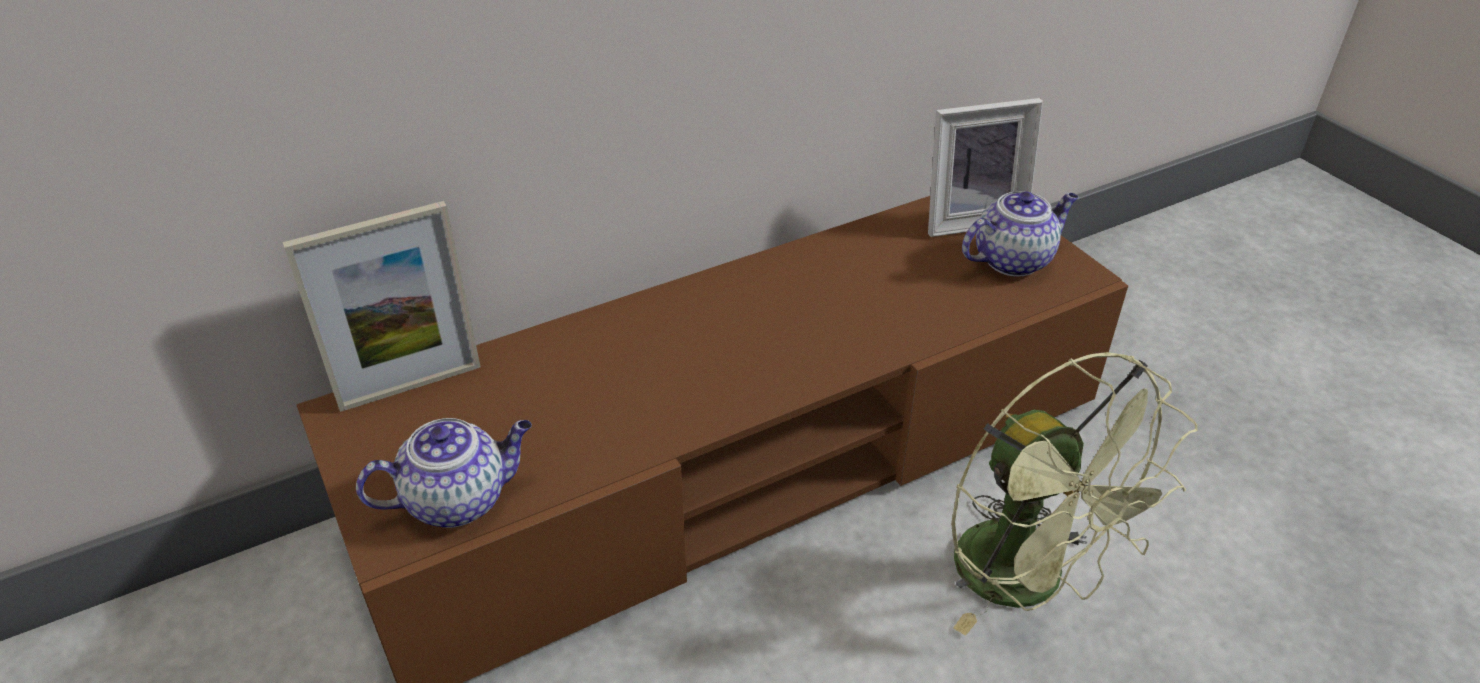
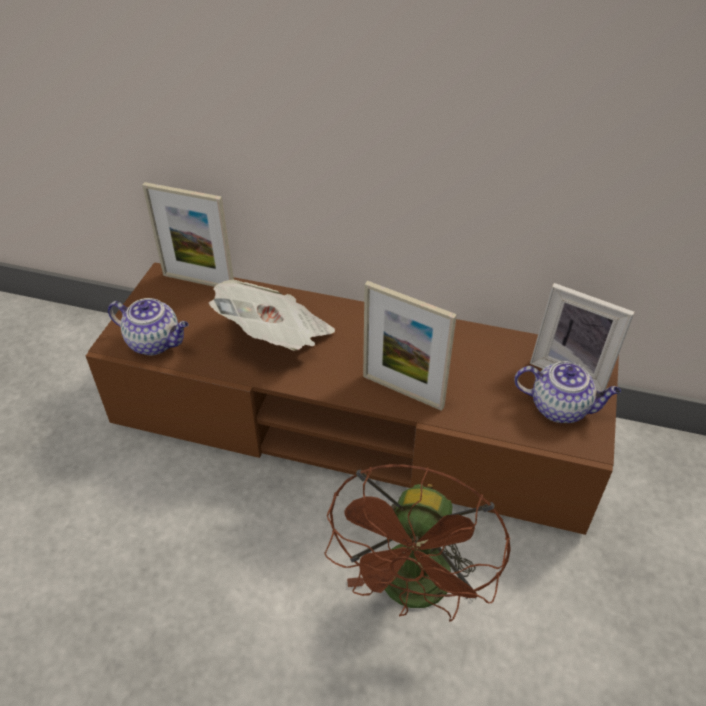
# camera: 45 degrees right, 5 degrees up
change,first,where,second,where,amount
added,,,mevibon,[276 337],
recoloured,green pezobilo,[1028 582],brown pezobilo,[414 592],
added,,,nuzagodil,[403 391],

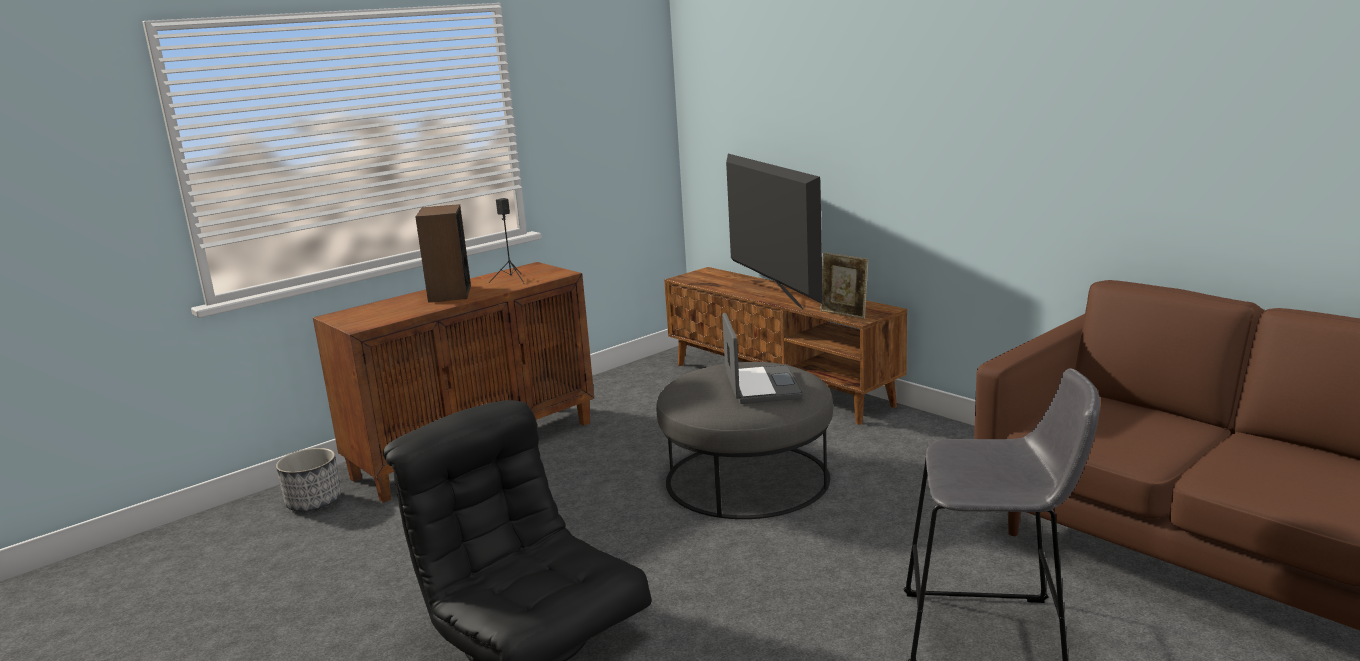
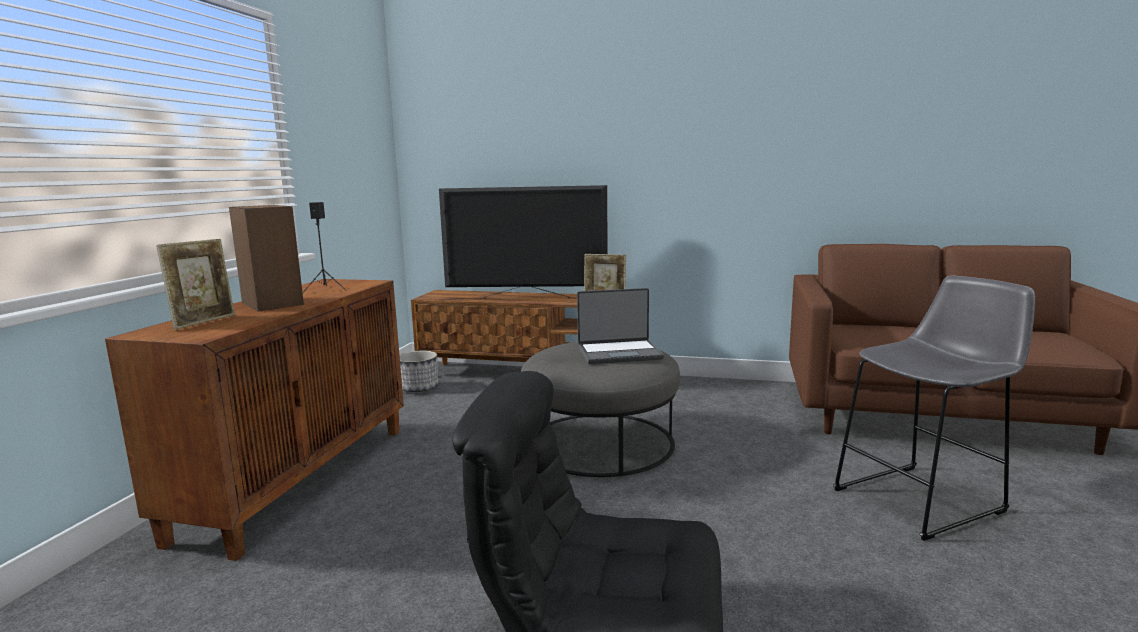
# camera: 35 degrees left, 5 degrees down
change,first,where,second,where,amount
added,,,nuzagodil,[204 322],
moved,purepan,[314 502],,[419 388],
turned,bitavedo,[772 295],,[526 299],150 degrees clockwise
turned,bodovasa,[761 386],,[619 353],120 degrees clockwise

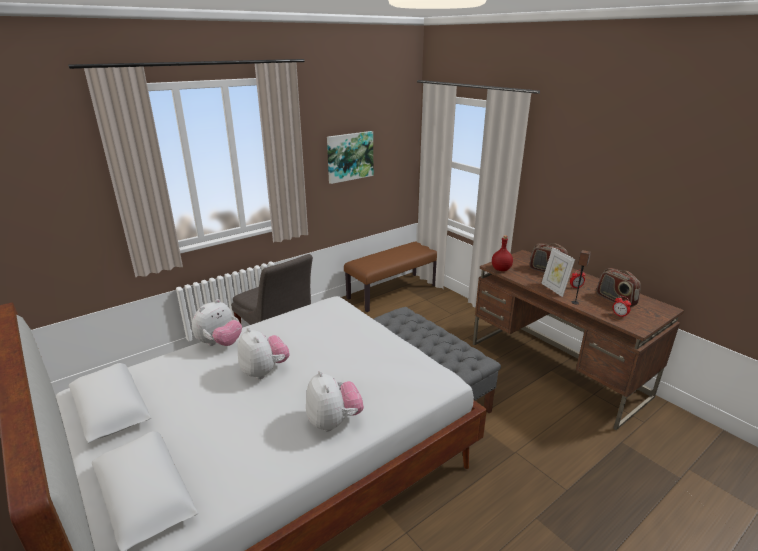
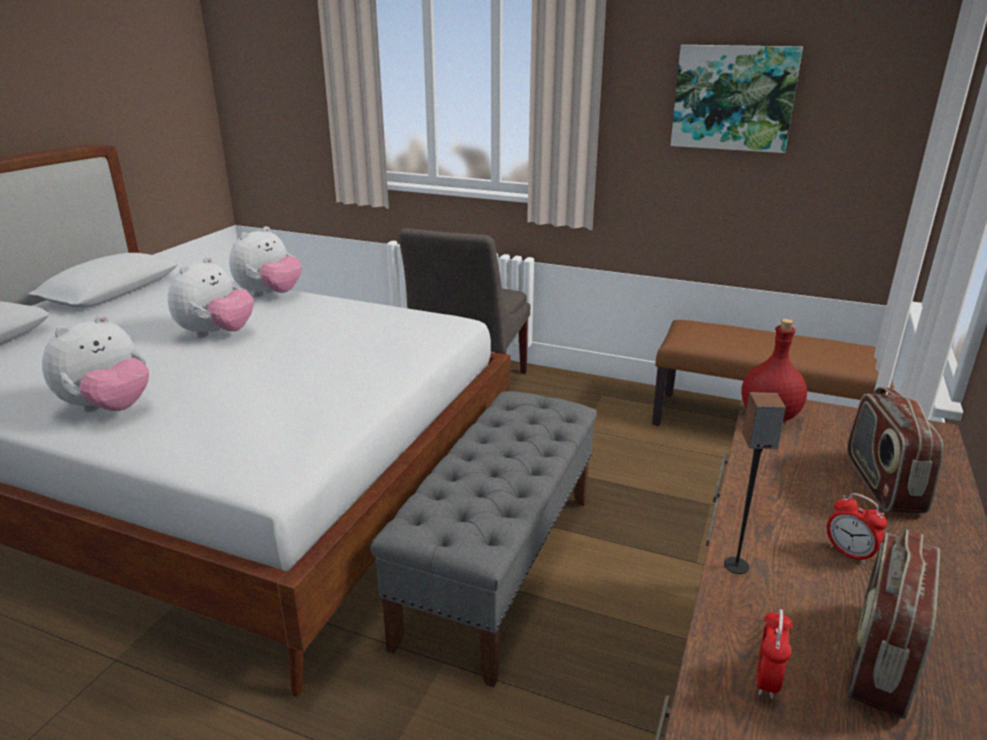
# camera: 60 degrees right, 0 degrees up
change,first,where,second,where,amount
turned,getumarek,[220 343],,[269 294],60 degrees counterclockwise
removed,nuzagodil,[554 289],,,

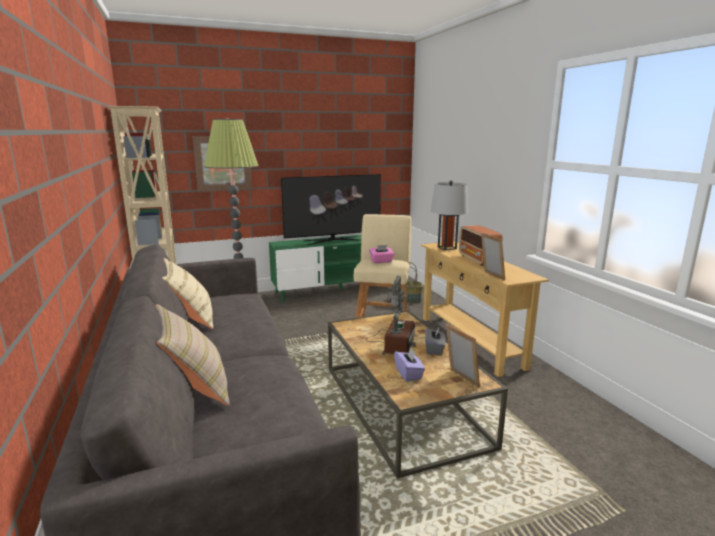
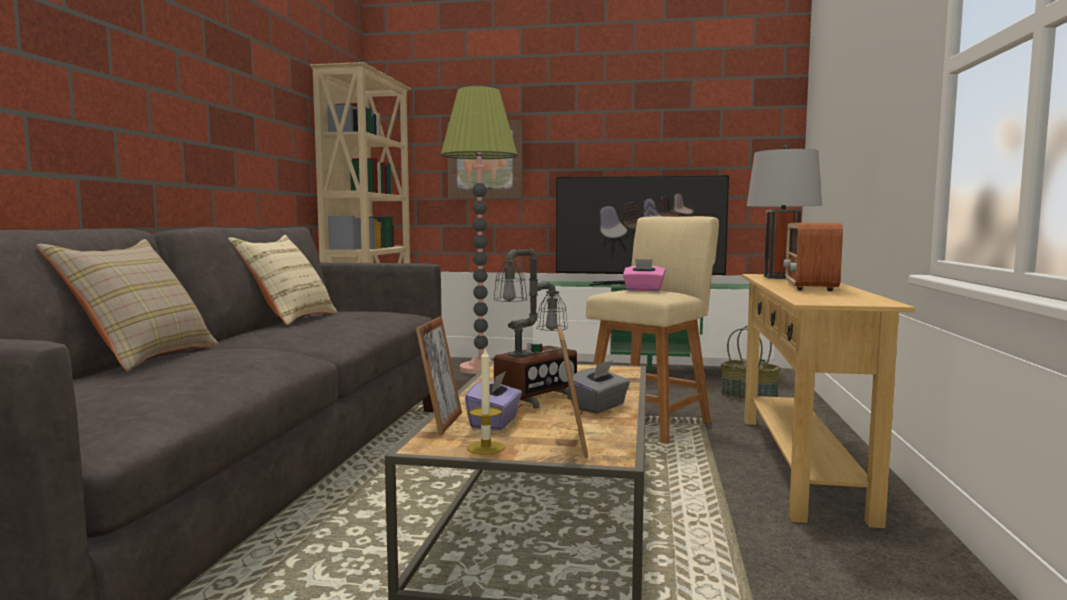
# camera: 30 degrees right, 10 degrees down
change,first,where,second,where,amount
moved,nuzagodil,[491 276],,[441 423],
added,,,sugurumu,[485 448],

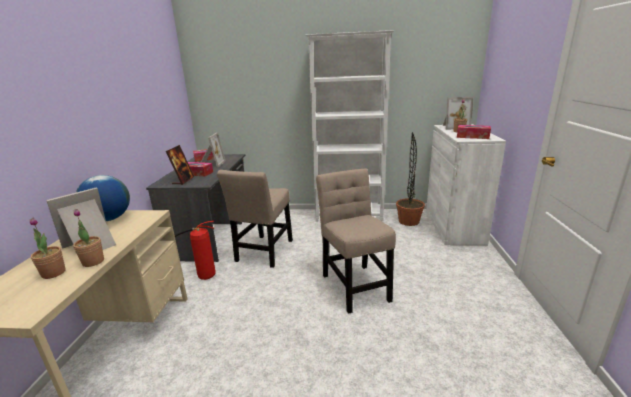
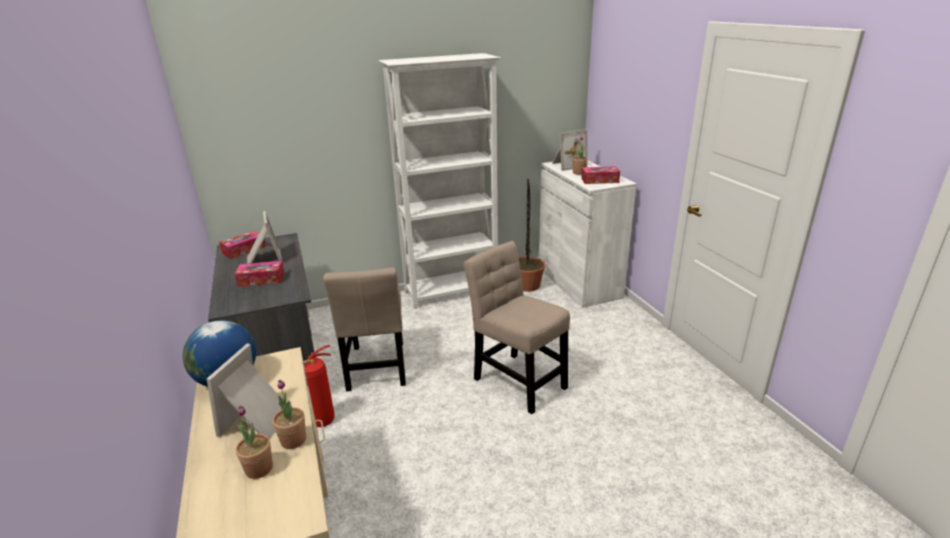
# camera: 25 degrees left, 5 degrees up
change,first,where,second,where,amount
removed,nuzagodil,[183 180],,,

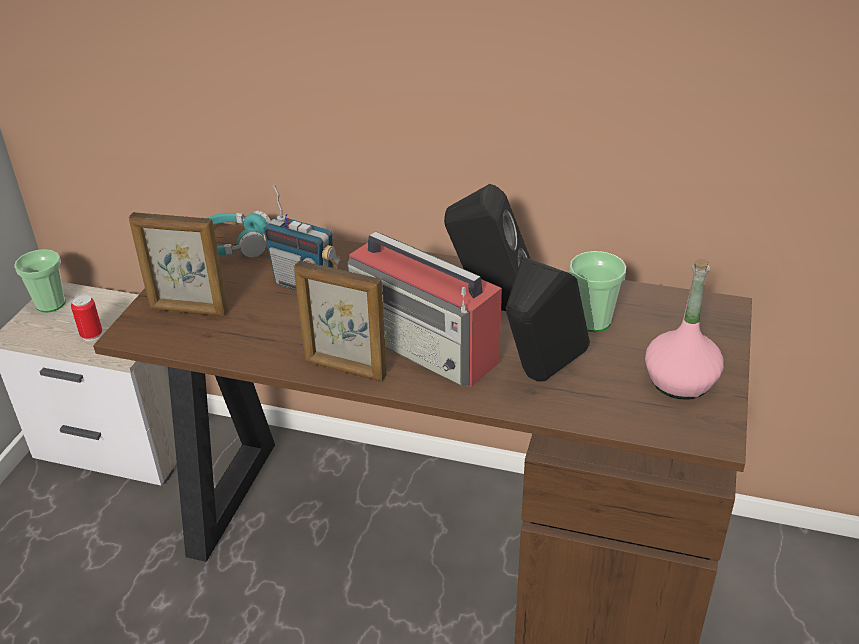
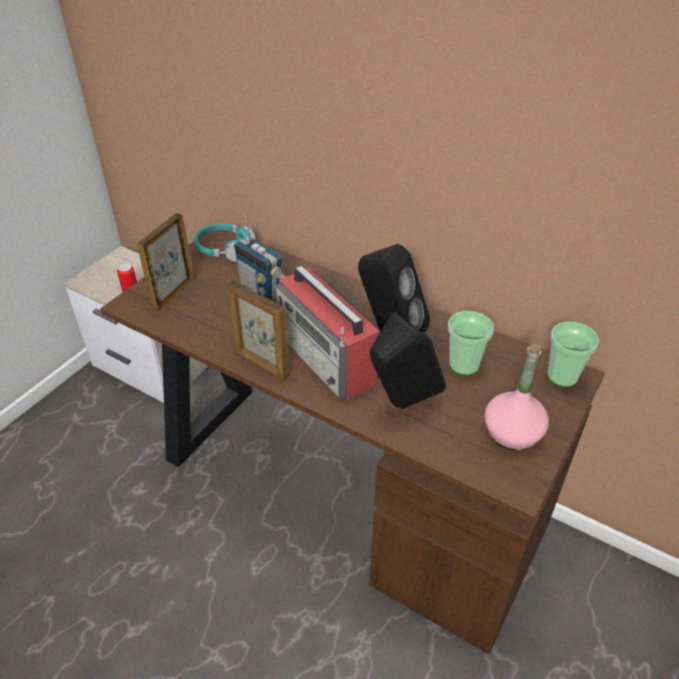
# camera: 15 degrees right, 5 degrees up
change,first,where,second,where,amount
turned,nuzagodil,[188 311],,[173 295],90 degrees clockwise
moved,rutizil,[50 304],,[562 376],

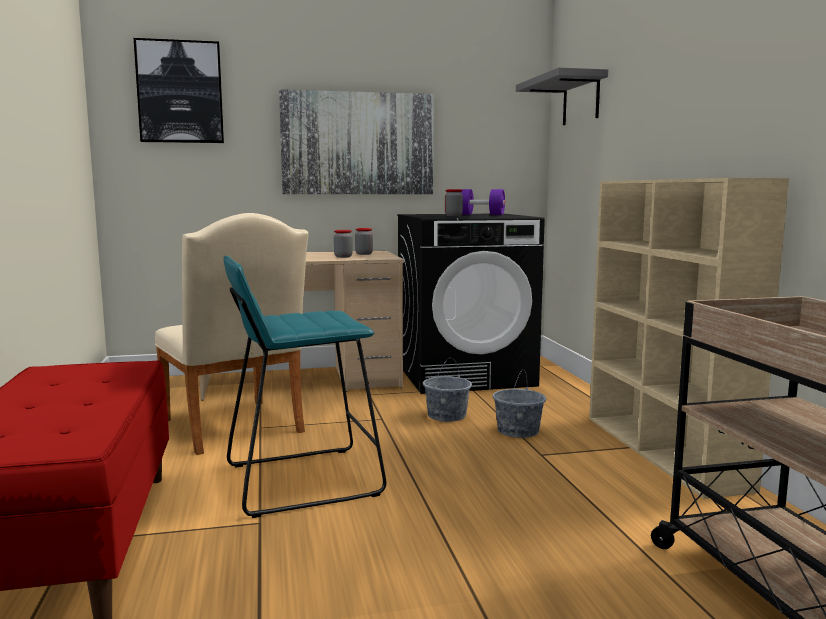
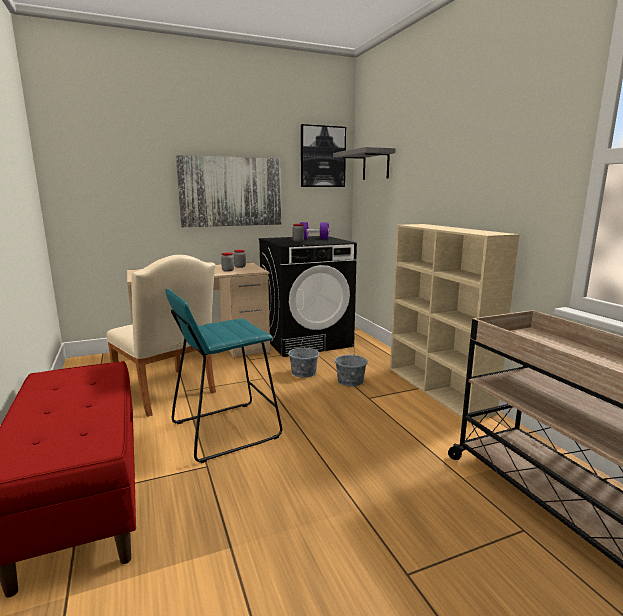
# camera: 10 degrees left, 5 degrees up
change,first,where,second,where,amount
moved,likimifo,[180 92],,[322 157],

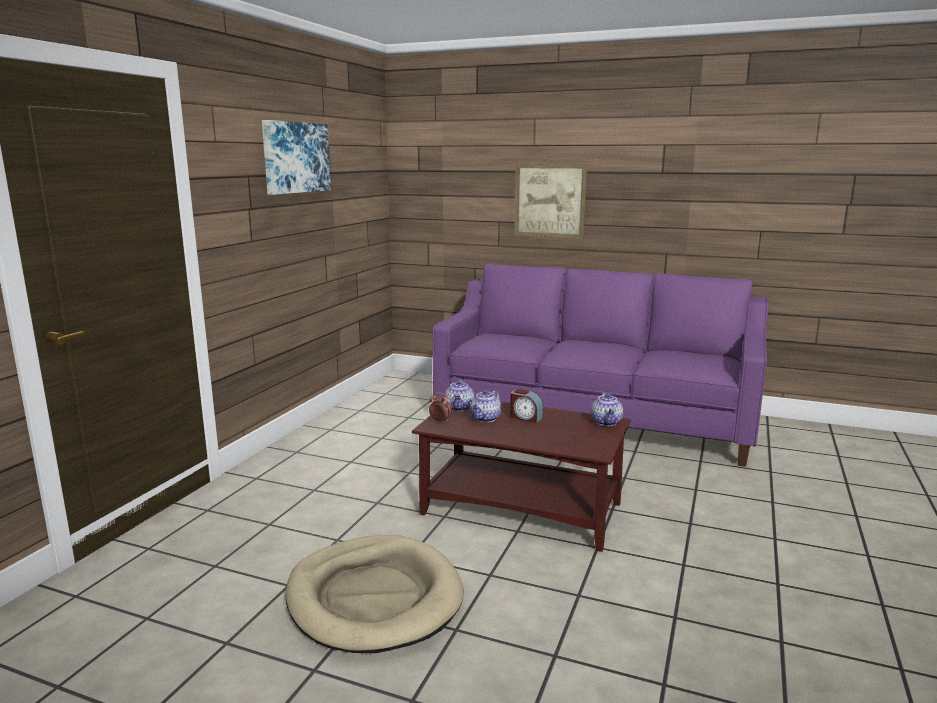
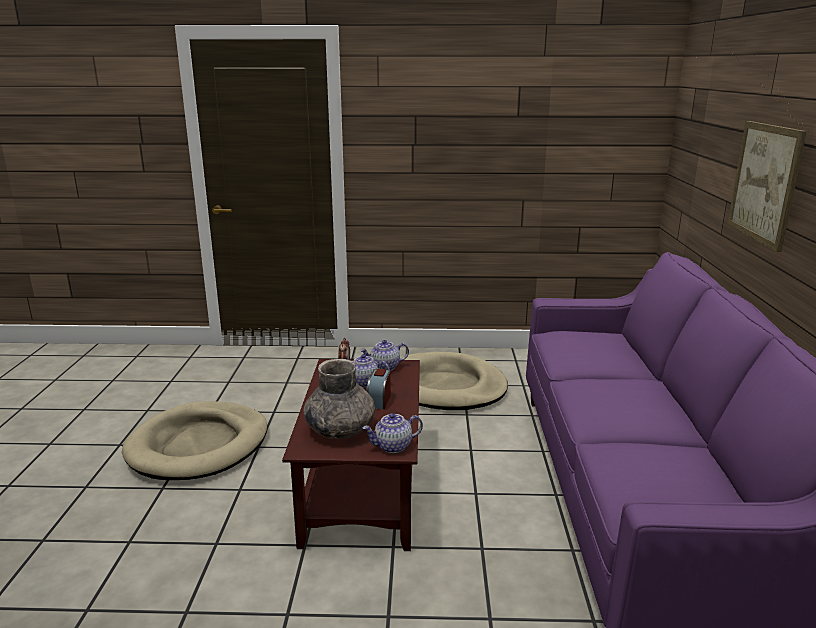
# camera: 70 degrees right, 5 degrees up
change,first,where,second,where,amount
added,,,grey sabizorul,[340 429],
added,,,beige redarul,[446 386],
removed,likimifo,[295 157],,,

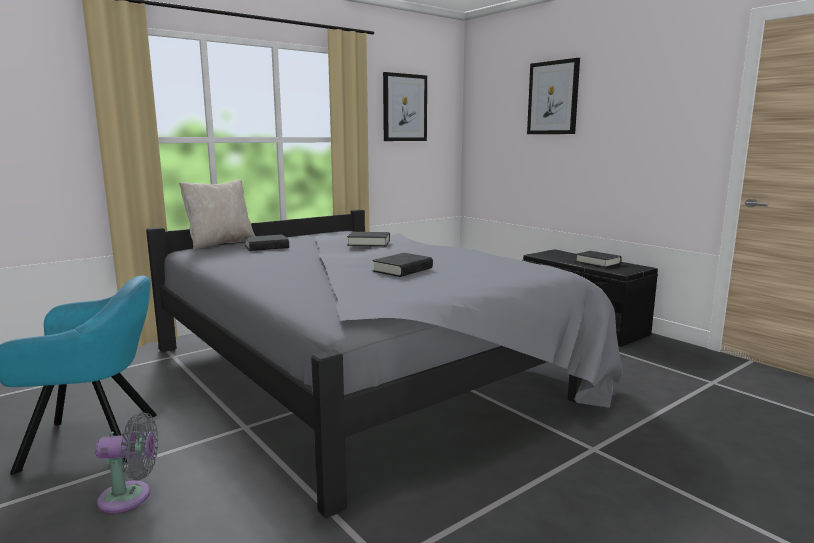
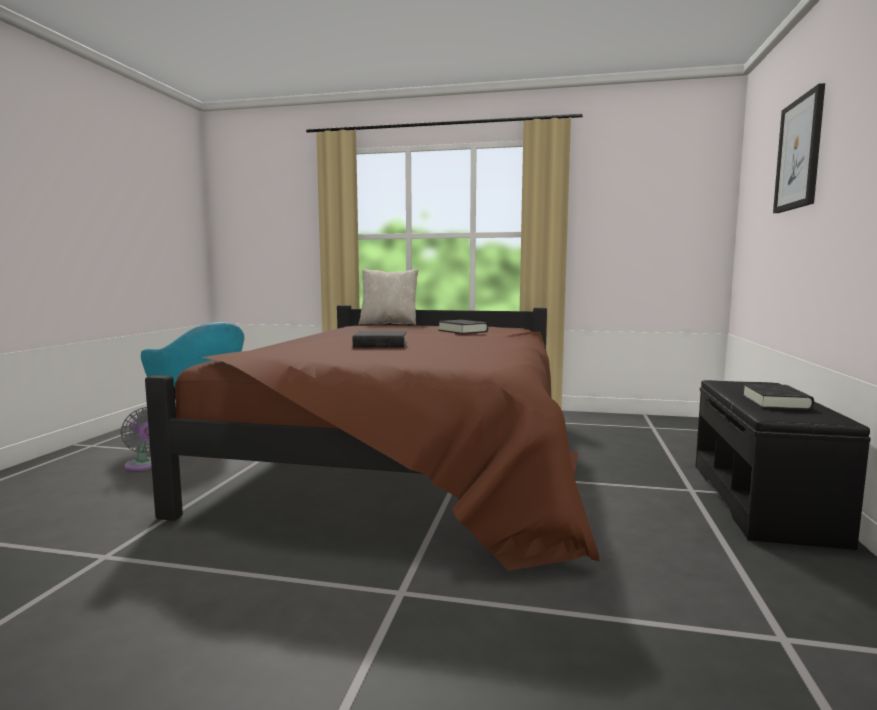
# camera: 50 degrees right, 5 degrees down
change,first,where,second,where,amount
recoloured,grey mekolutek,[367 371],brown mekolutek,[411 457],
removed,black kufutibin,[267 247],,,
removed,likimifo,[404 108],,,

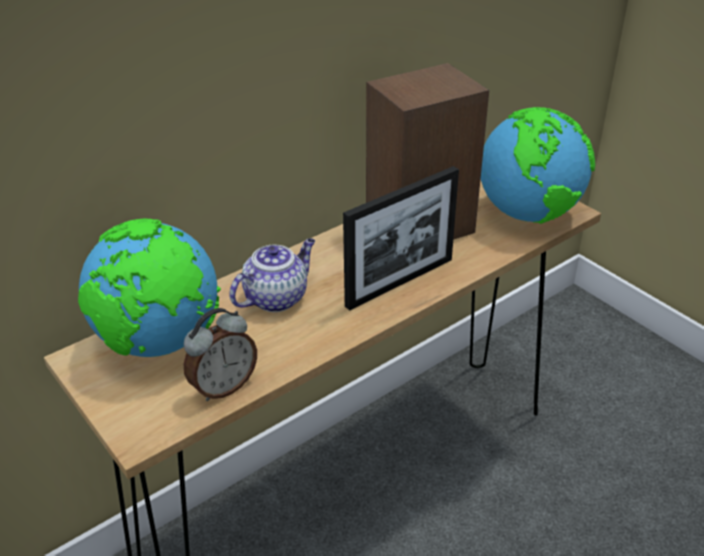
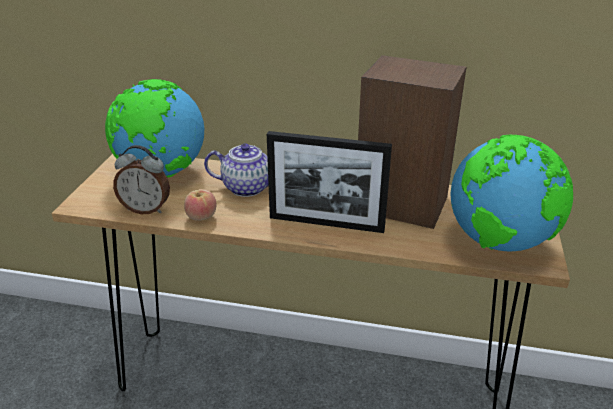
# camera: 50 degrees right, 5 degrees down
change,first,where,second,where,amount
added,,,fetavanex,[201 217],

